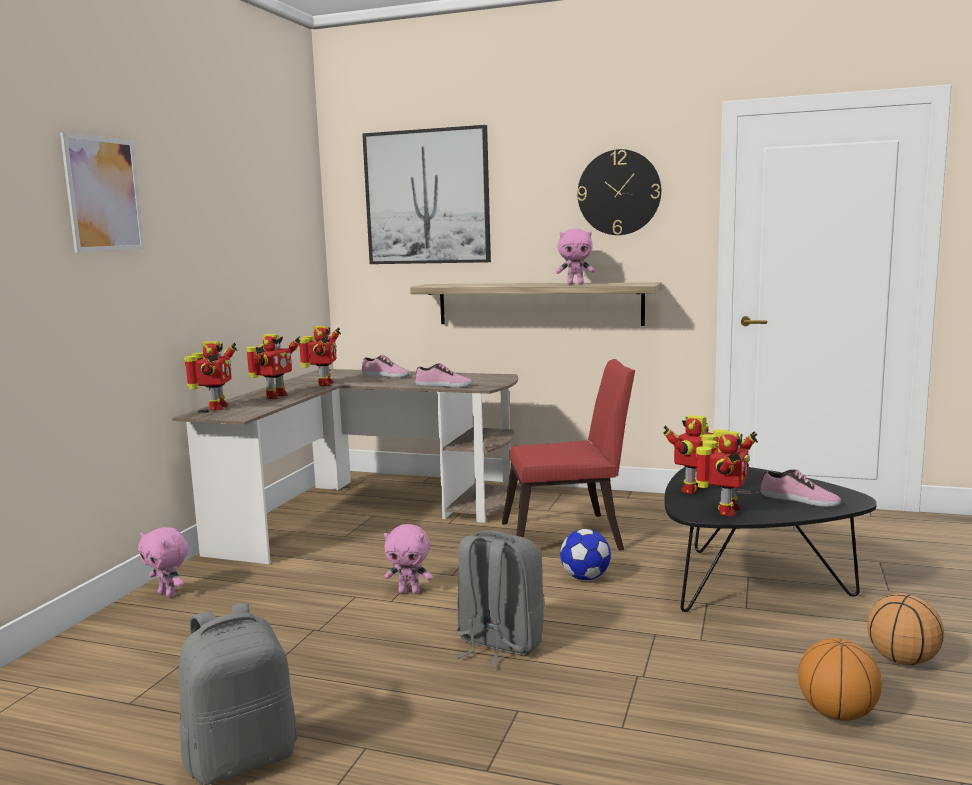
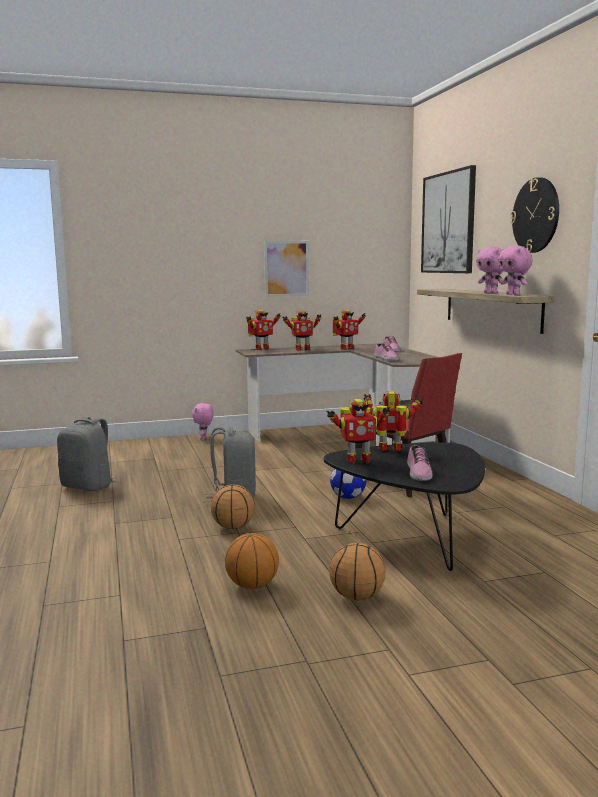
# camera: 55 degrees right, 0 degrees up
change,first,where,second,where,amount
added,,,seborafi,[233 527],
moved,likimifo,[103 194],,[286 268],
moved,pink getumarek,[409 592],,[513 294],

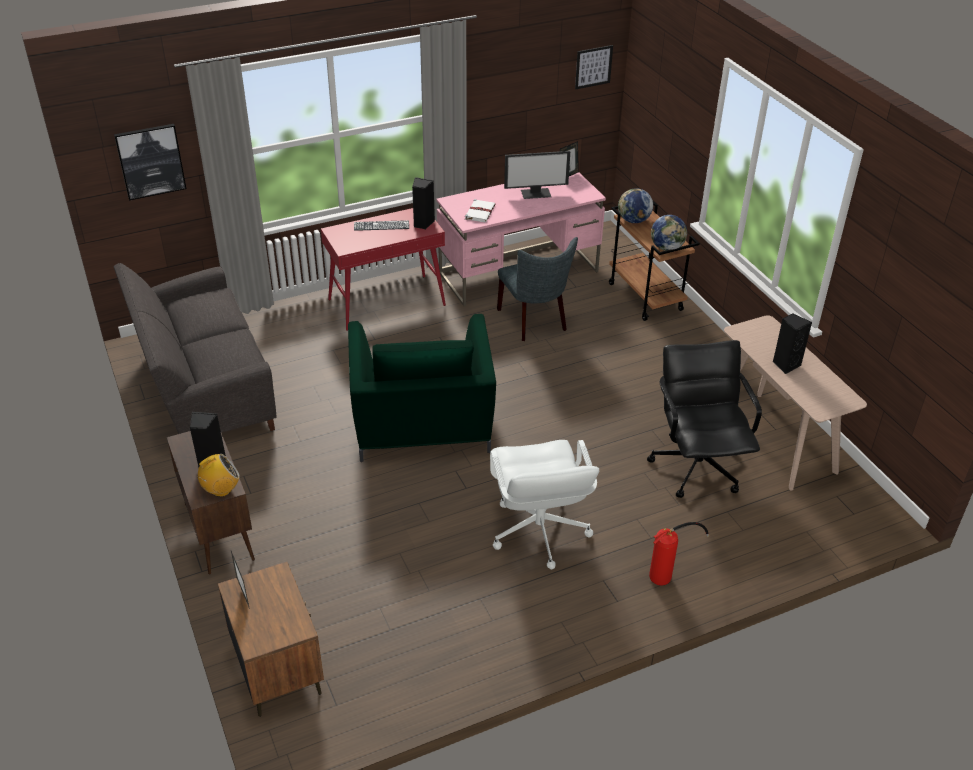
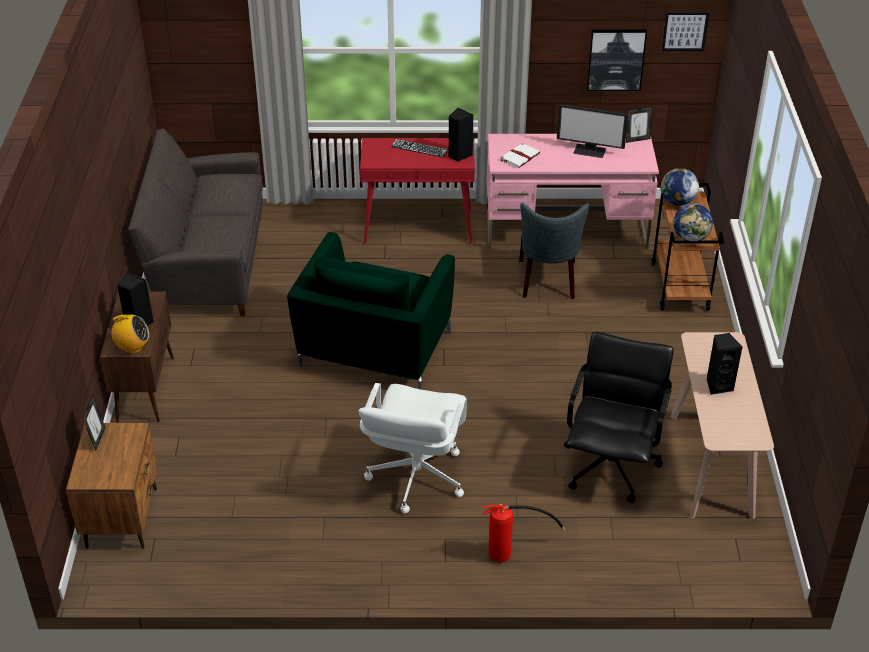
# camera: 25 degrees right, 0 degrees up
change,first,where,second,where,amount
moved,likimifo,[150 161],,[616 59],

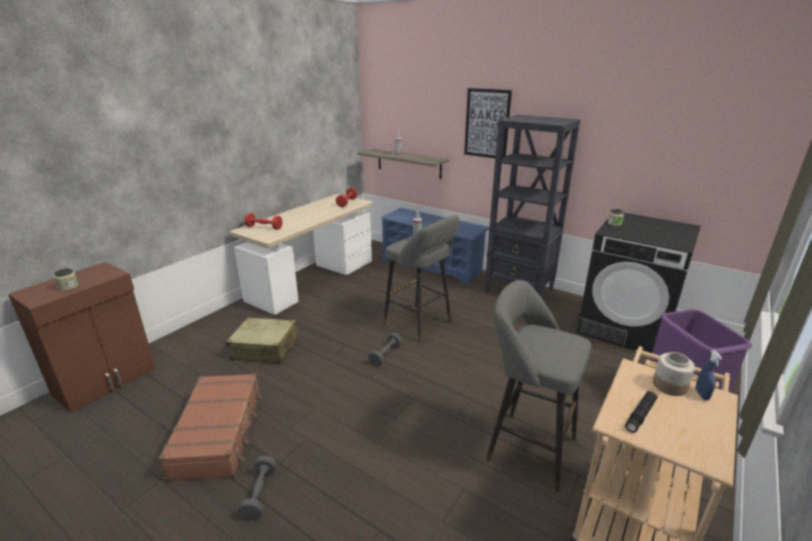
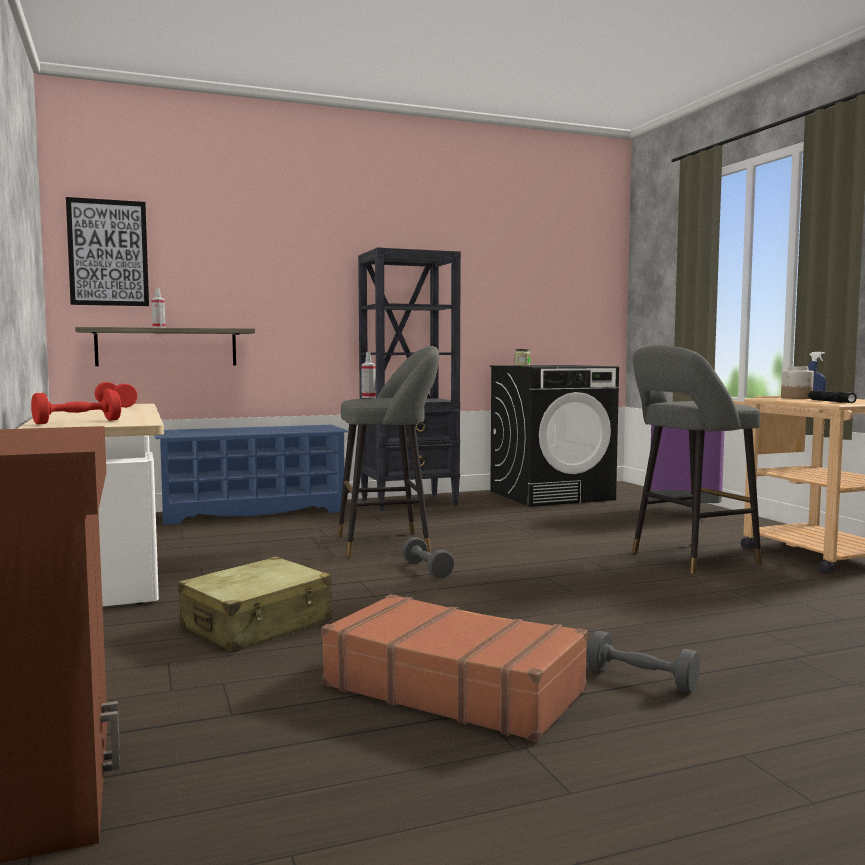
# camera: 55 degrees left, 20 degrees down
change,first,where,second,where,amount
moved,likimifo,[487 123],,[108 253],
removed,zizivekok,[69 287],,,

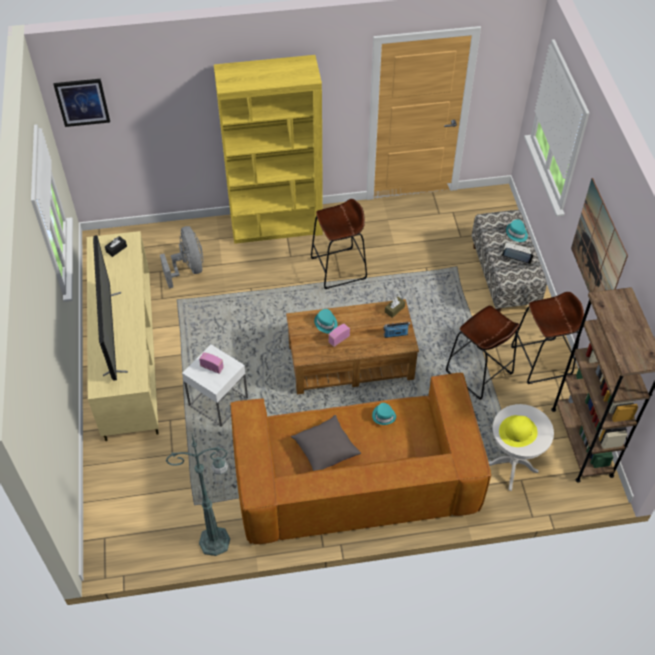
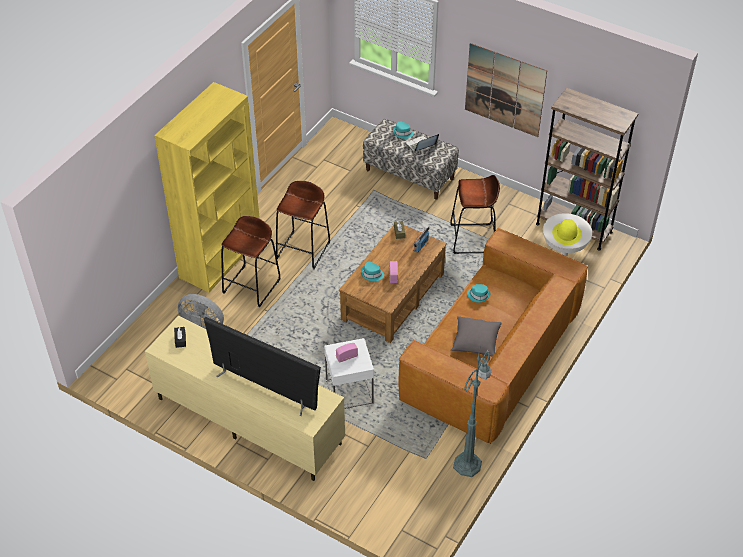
# camera: 50 degrees left, 5 degrees down
change,first,where,second,where,amount
moved,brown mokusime,[541 361],,[252 286],
removed,likimifo,[82 102],,,

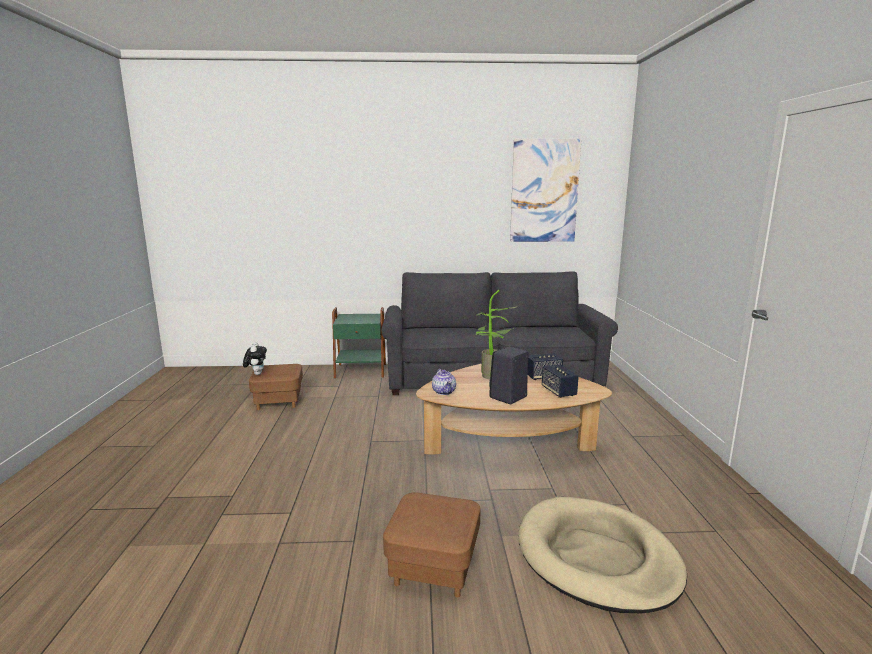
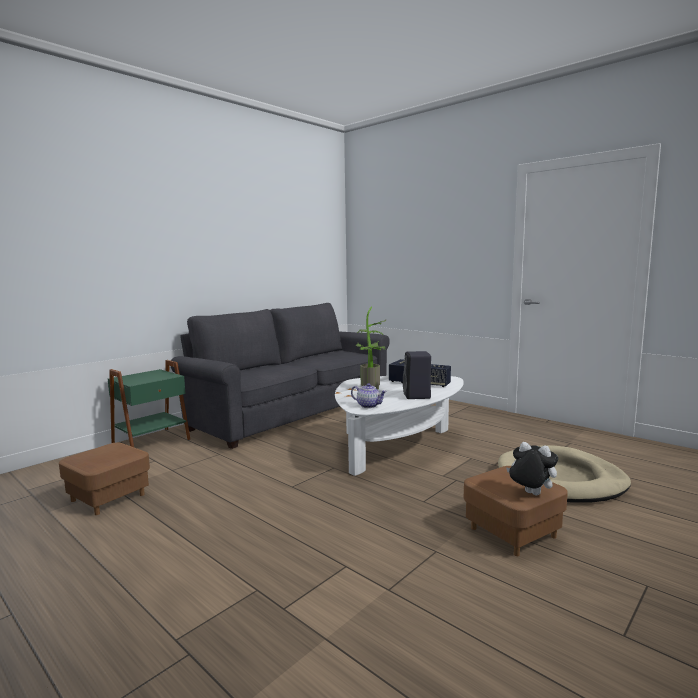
# camera: 45 degrees left, 5 degrees down
change,first,where,second,where,amount
recoloured,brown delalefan,[508 445],white delalefan,[396 447],
moved,getumarek,[256 374],,[530 494],
removed,likimifo,[544 191],,,

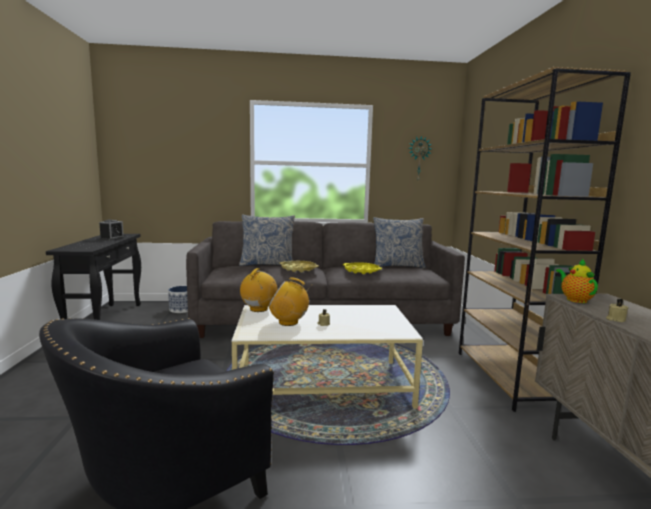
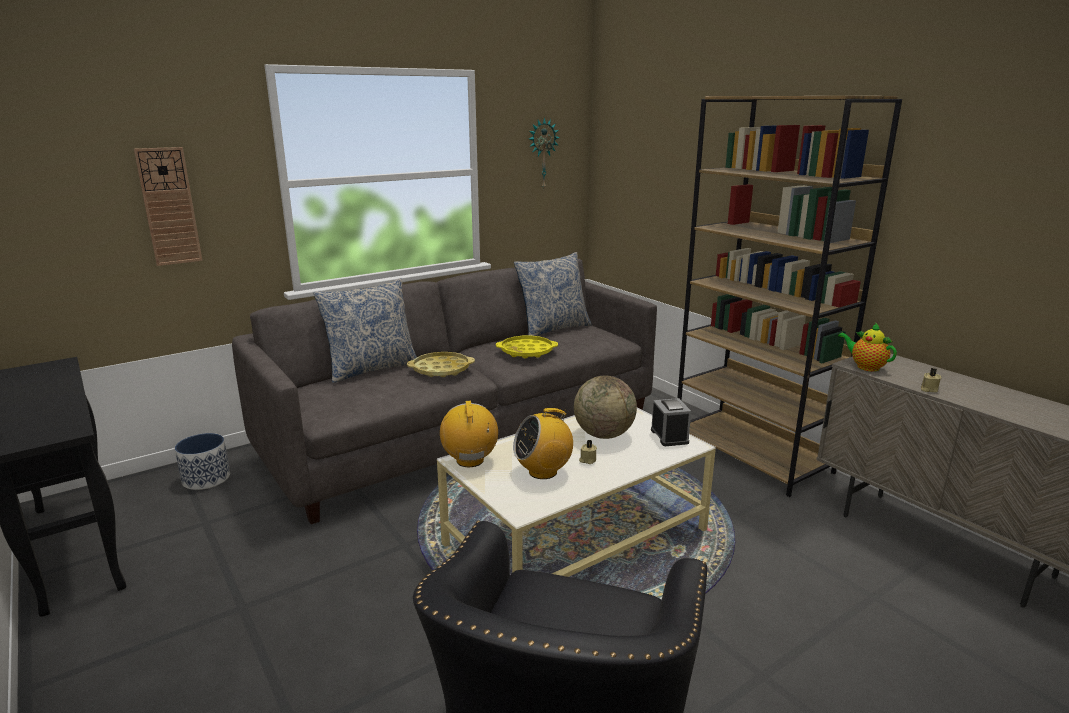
# camera: 30 degrees left, 10 degrees up
change,first,where,second,where,amount
added,,,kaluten,[169 206],
added,,,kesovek,[603 434],
moved,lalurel,[112 238],,[669 436],

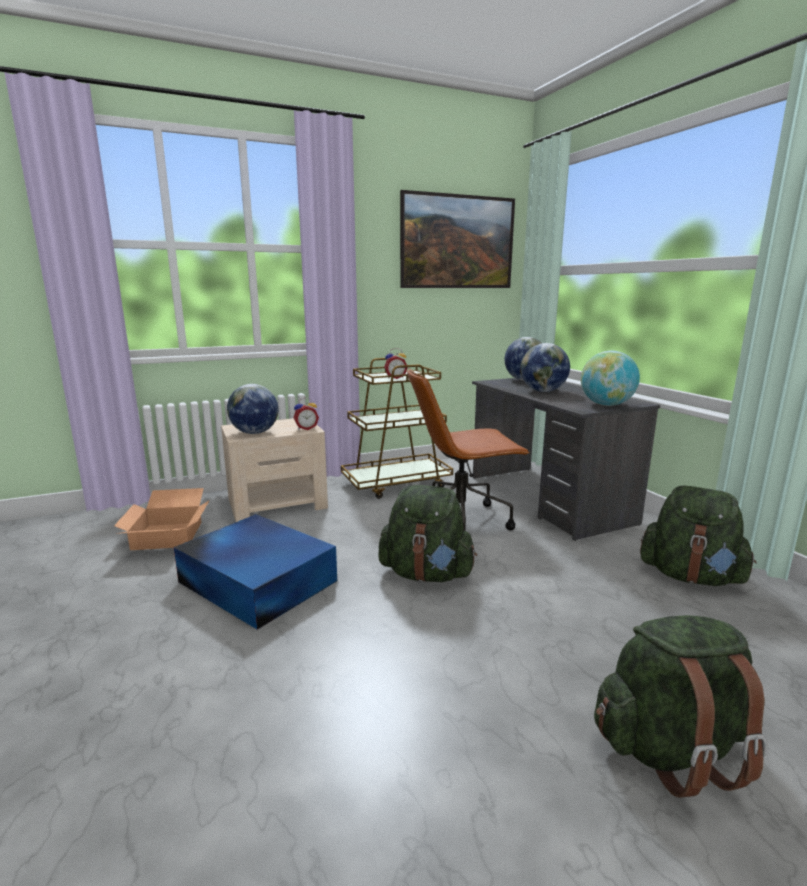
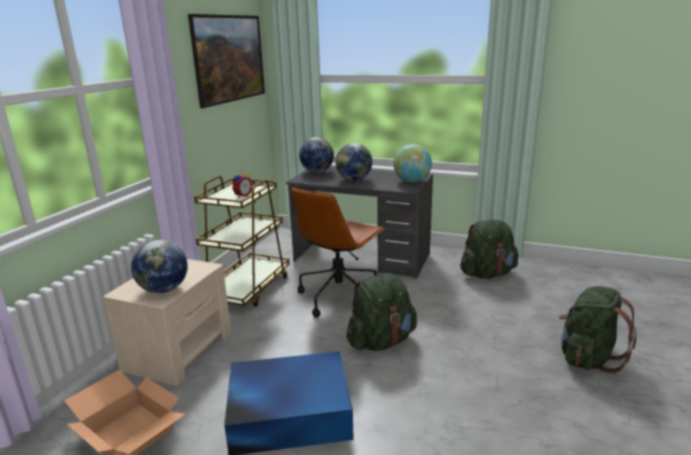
# camera: 45 degrees left, 5 degrees up
change,first,where,second,where,amount
removed,lalurel,[306 428],,,

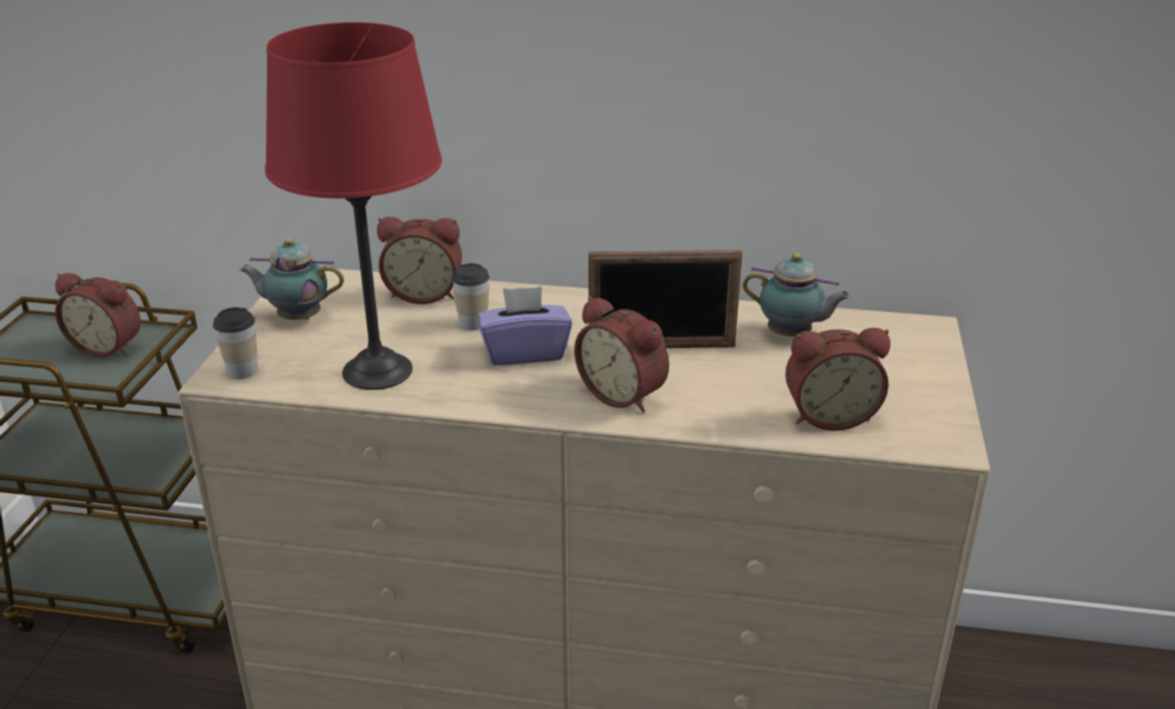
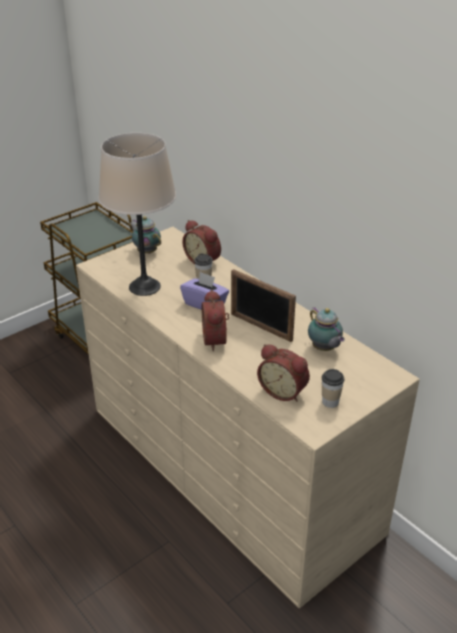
# camera: 40 degrees right, 5 degrees up
change,first,where,second,where,amount
recoloured,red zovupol,[377 371],beige zovupol,[144 287],
moved,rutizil,[242 370],,[330 401],
removed,lalurel,[109 346],,,

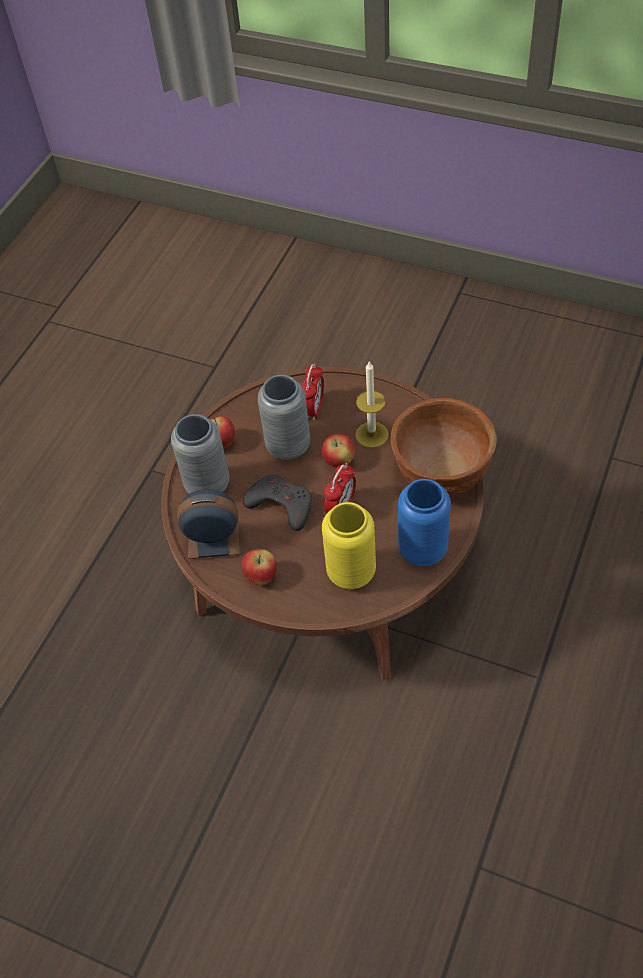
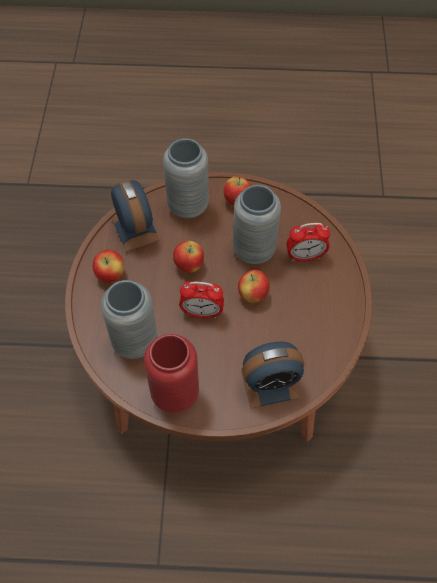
# camera: 65 degrees right, 5 degrees up
change,first,where,second,where,amount
recoloured,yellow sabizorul,[351 572],grey sabizorul,[135 342],
recoloured,blue sabizorul,[422 550],red sabizorul,[175 393],
replaced,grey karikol,[281 505],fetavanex,[189 266],
replaced,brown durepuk,[440 473],lalurel,[270 384],
removed,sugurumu,[371 434],,,

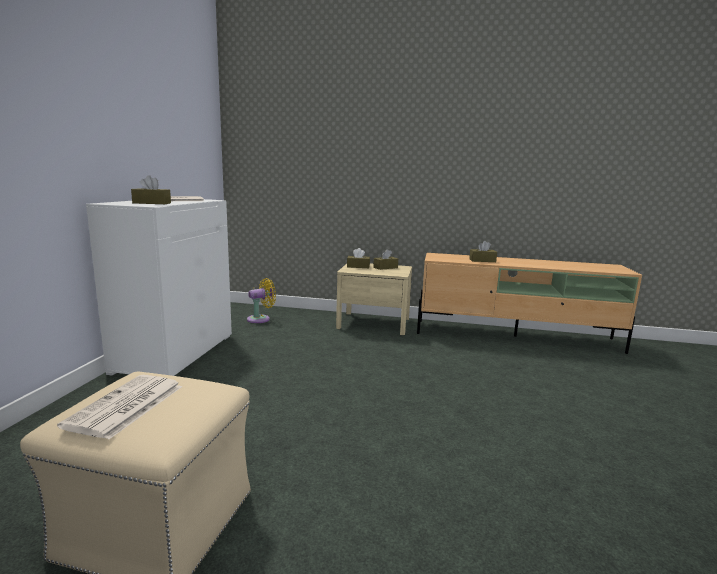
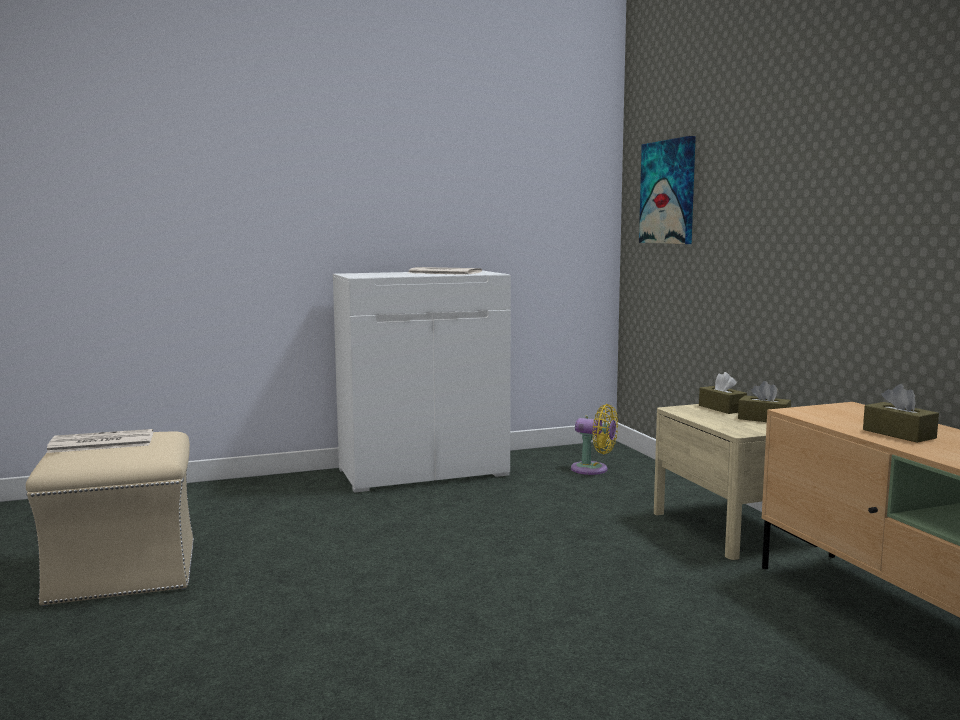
# camera: 60 degrees right, 5 degrees down
change,first,where,second,where,amount
added,,,likimifo,[668 192],
removed,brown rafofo,[152 203],,,

